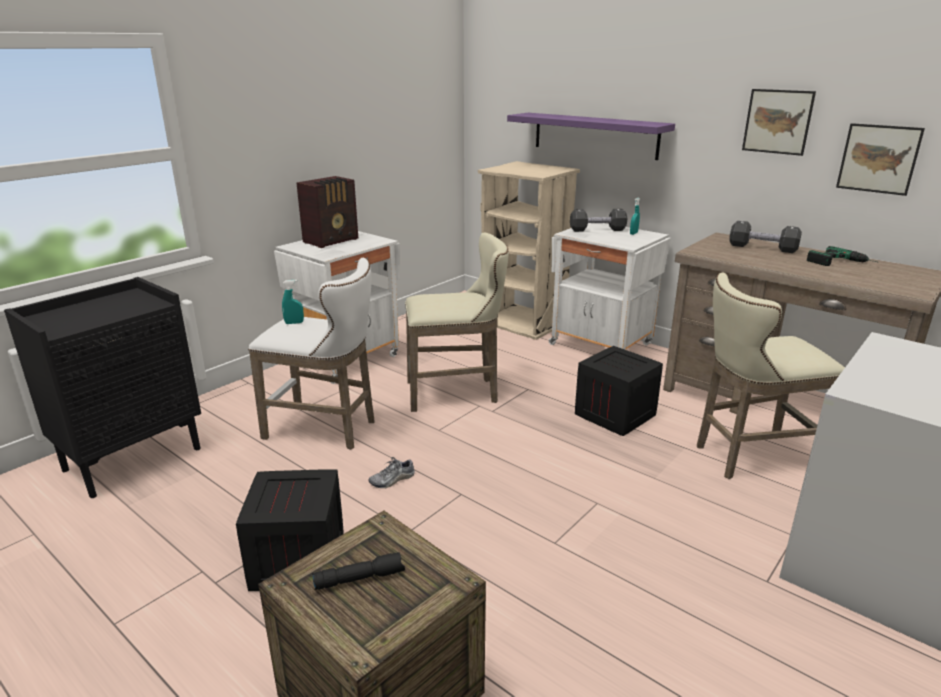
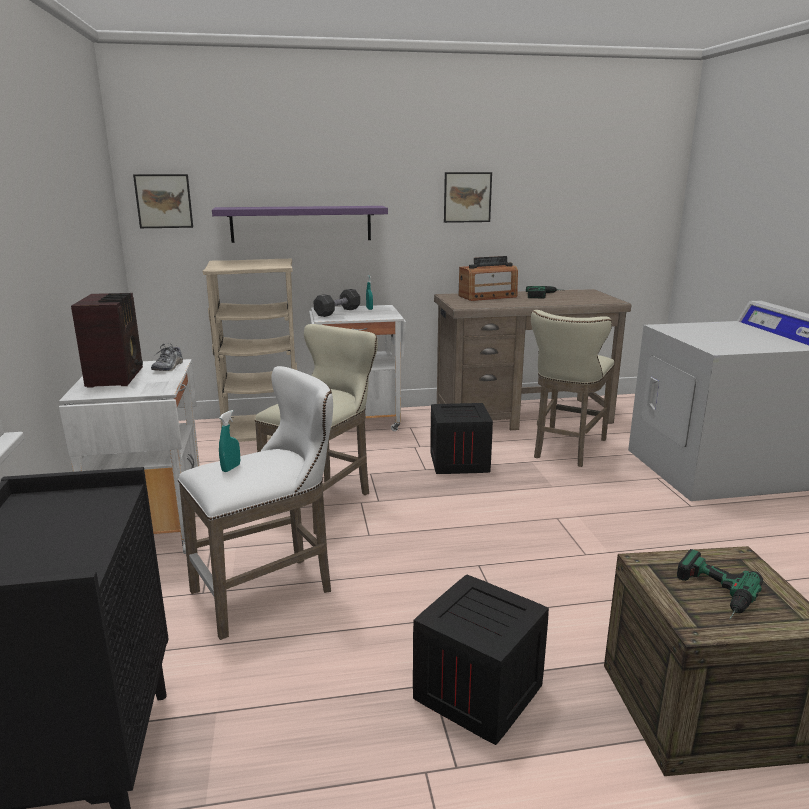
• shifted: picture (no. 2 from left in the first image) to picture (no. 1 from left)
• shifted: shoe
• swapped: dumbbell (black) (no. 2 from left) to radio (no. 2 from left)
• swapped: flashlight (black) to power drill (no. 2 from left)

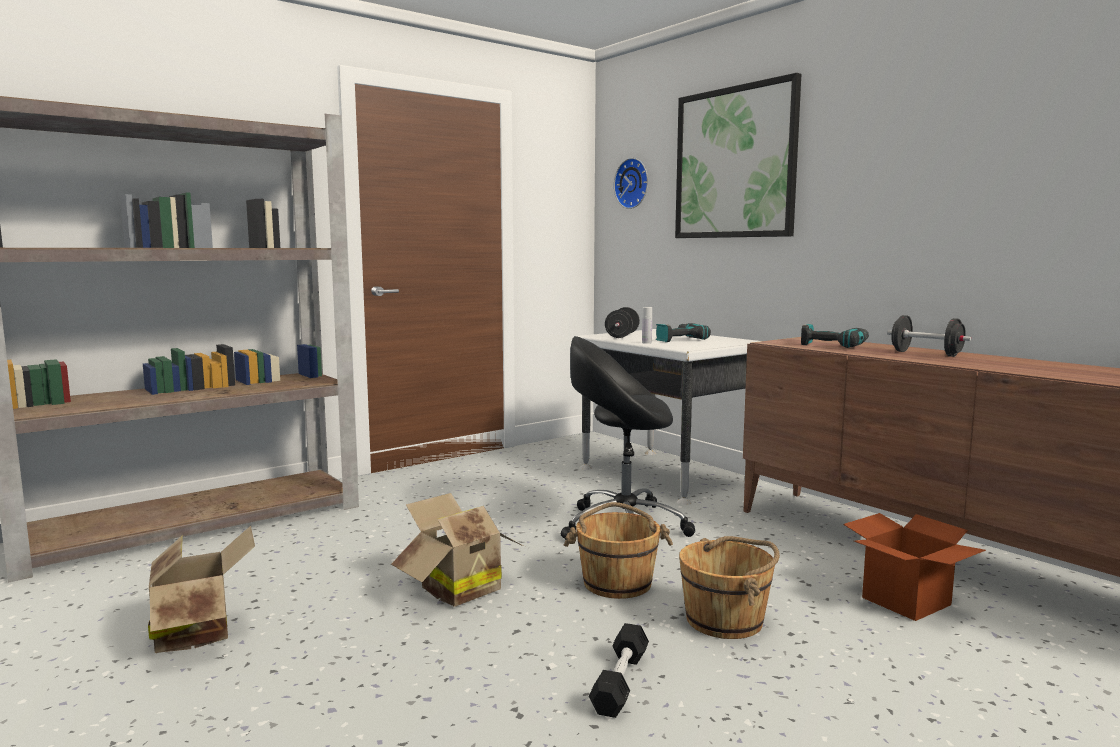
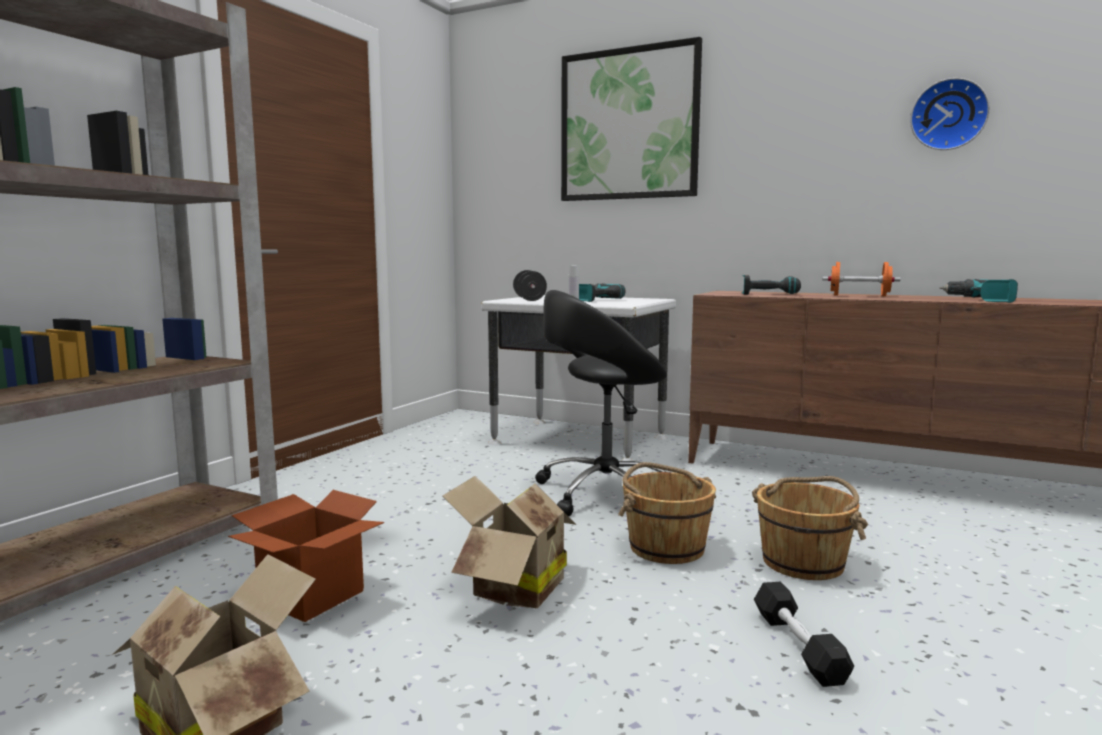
• shifted: cardboard box (no. 3 from left in the first image) to cardboard box (no. 2 from left)
• repainted: dumbbell (black) (no. 3 from left) to dumbbell (orange)
• shifted: wall clock
• new: power drill (no. 3 from left)

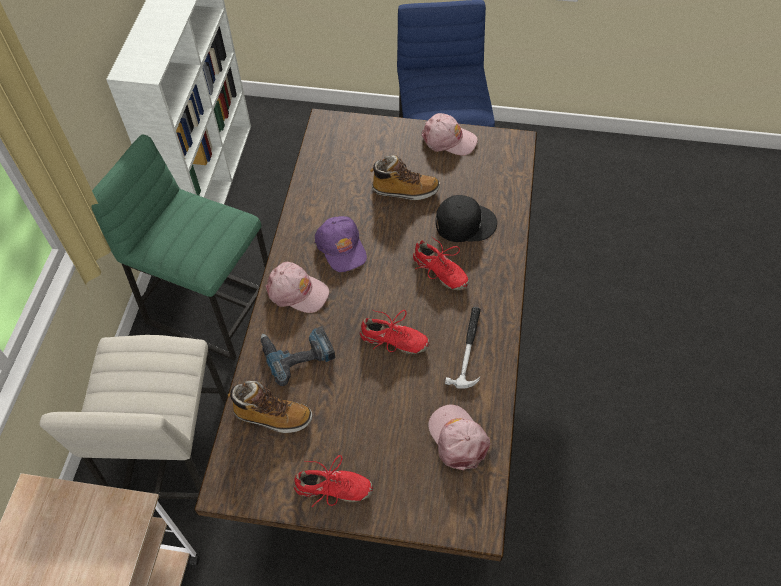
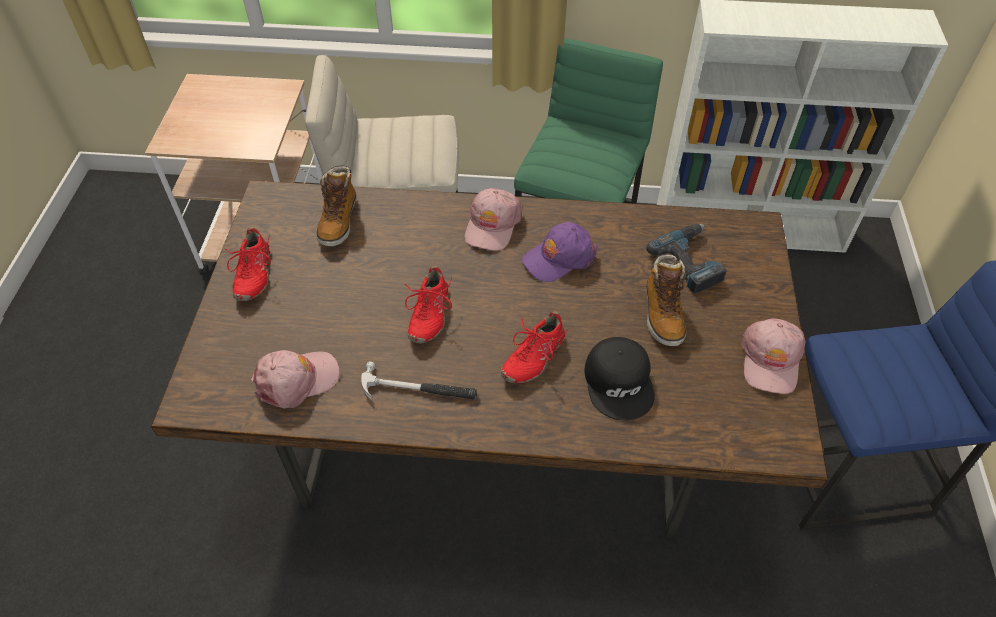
• shifted: power drill

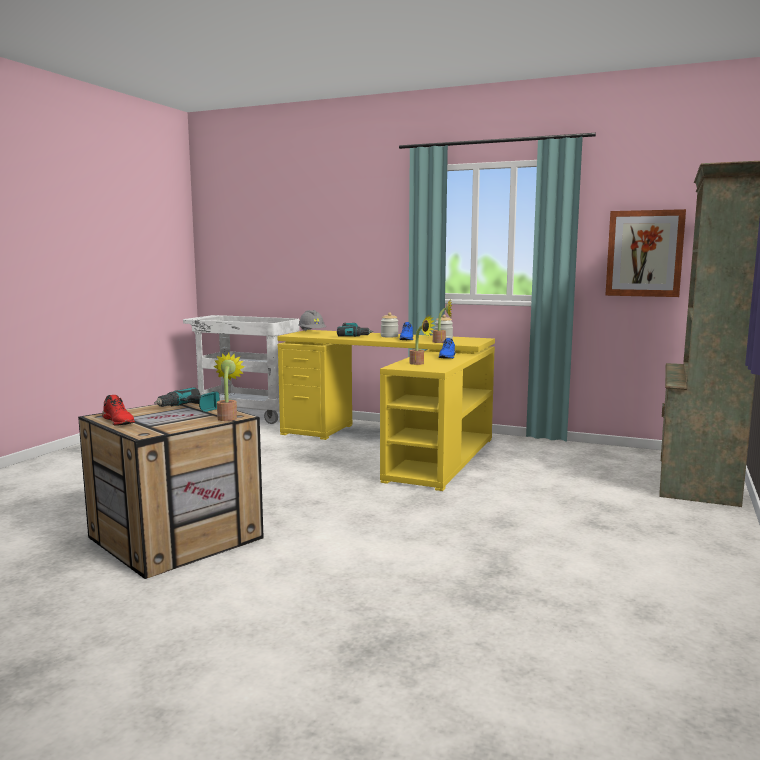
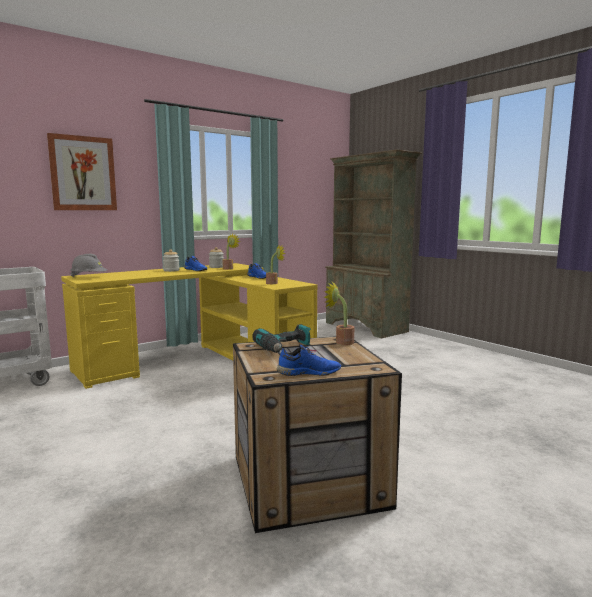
• shifted: picture
• repainted: shoe (red) to shoe (blue) (no. 3 from left)
• gone: power drill (no. 2 from left)

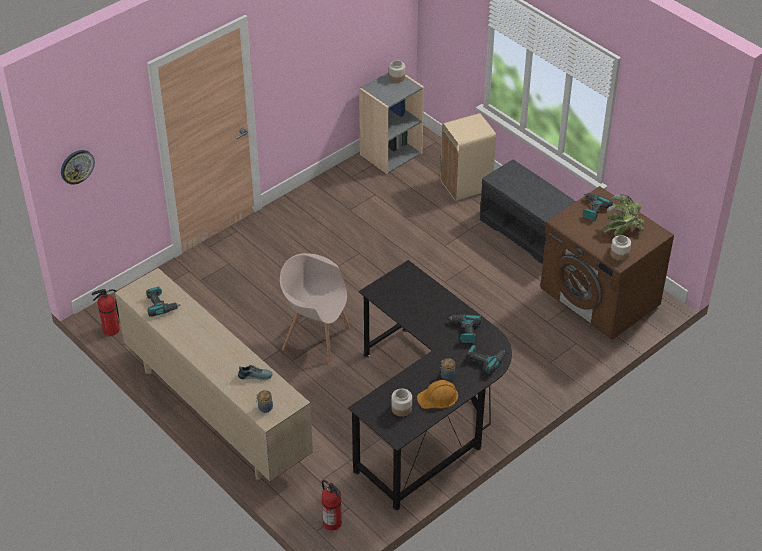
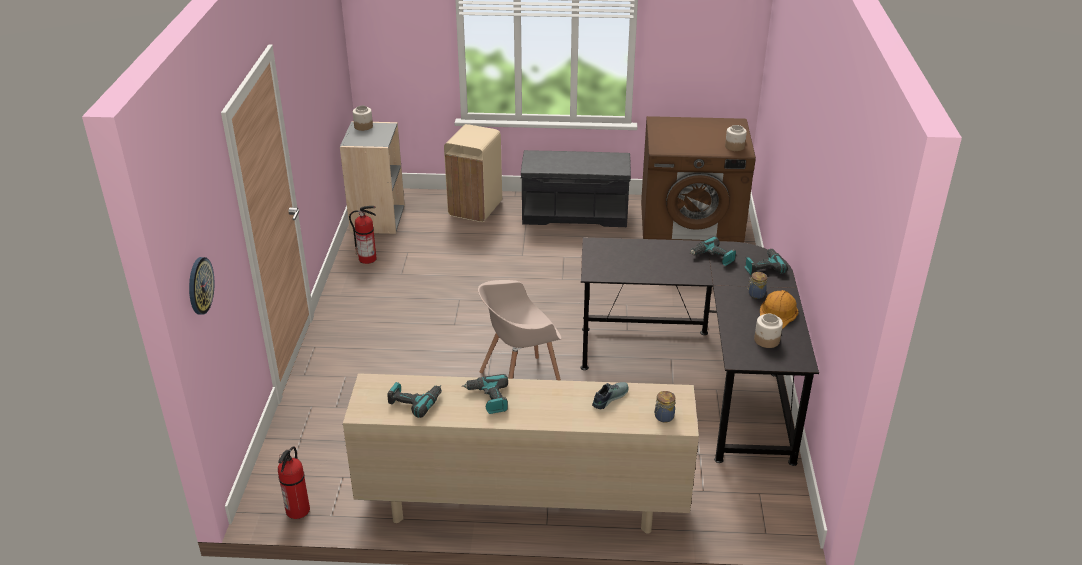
• shifted: fire extinguisher (no. 2 from left)
• shifted: power drill (no. 4 from left in the first image) to power drill (no. 2 from left)
• gone: potted plant

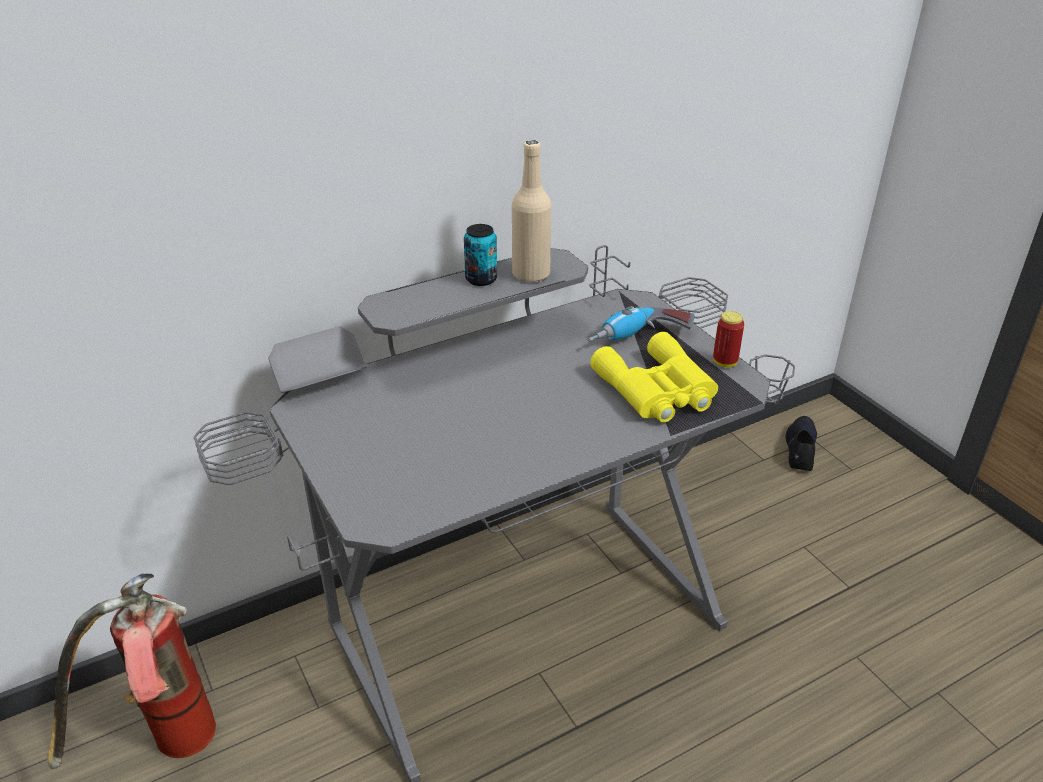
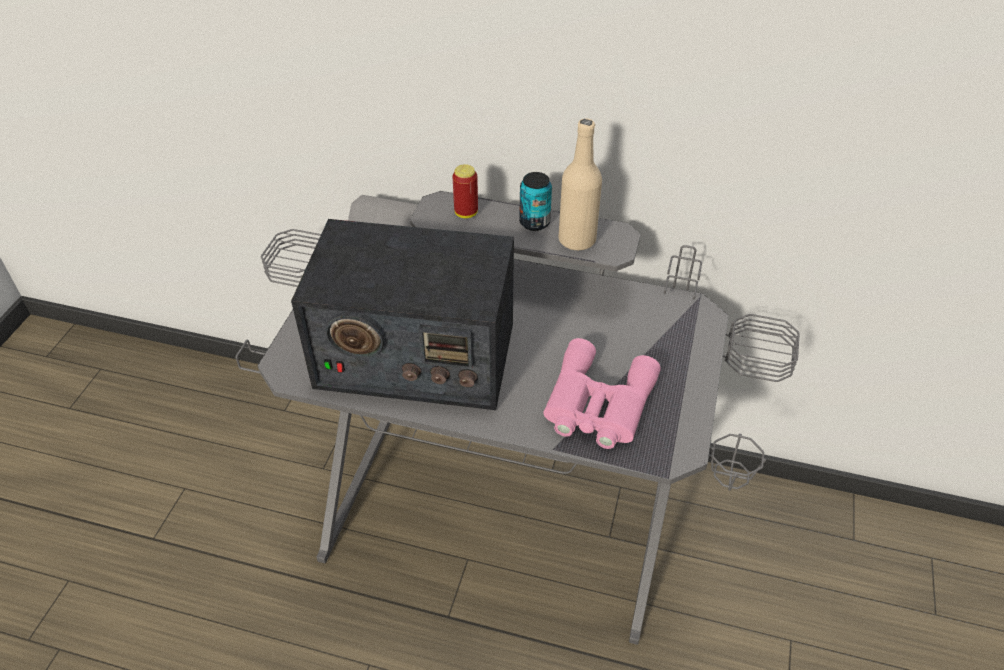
• new: radio
• shifted: can (no. 2 from left in the first image) to can (no. 1 from left)
• repainted: binoculars (yellow) to binoculars (pink)
• gone: fire extinguisher
• gone: power drill
• gone: shoe (black)

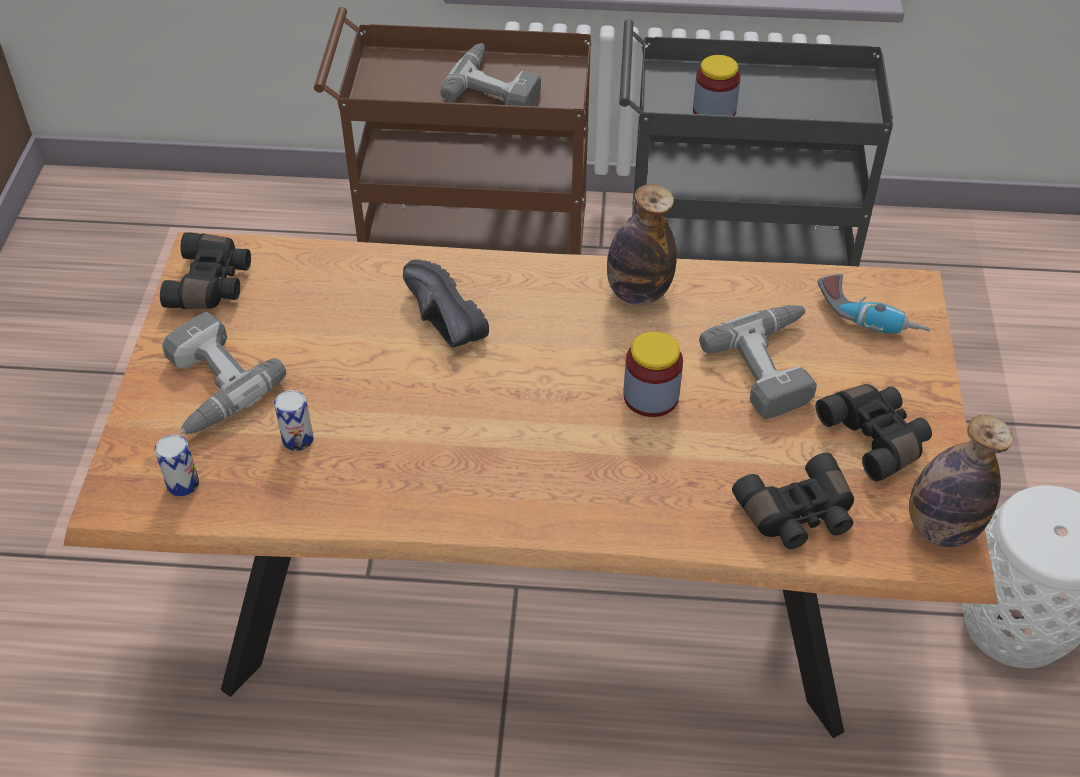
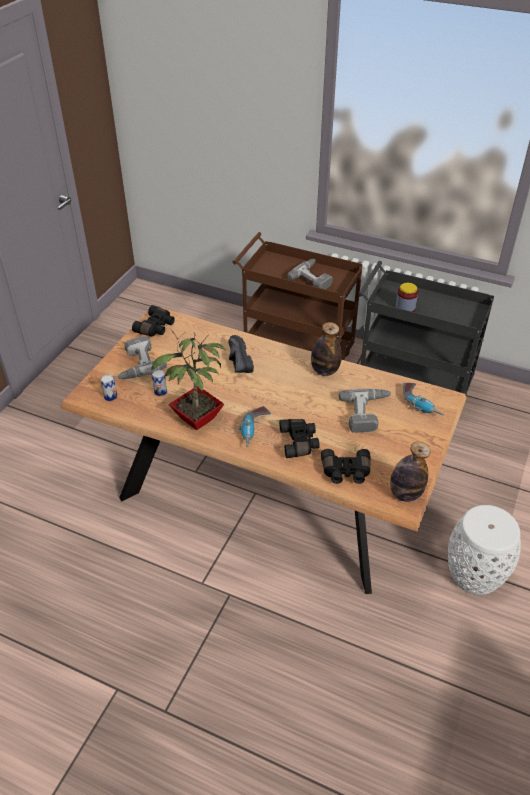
• new: potted plant
• new: power drill (no. 2 from left)
• shifted: binoculars (black) (no. 3 from left in the first image) to binoculars (black) (no. 2 from left)
• gone: jar (no. 1 from left)

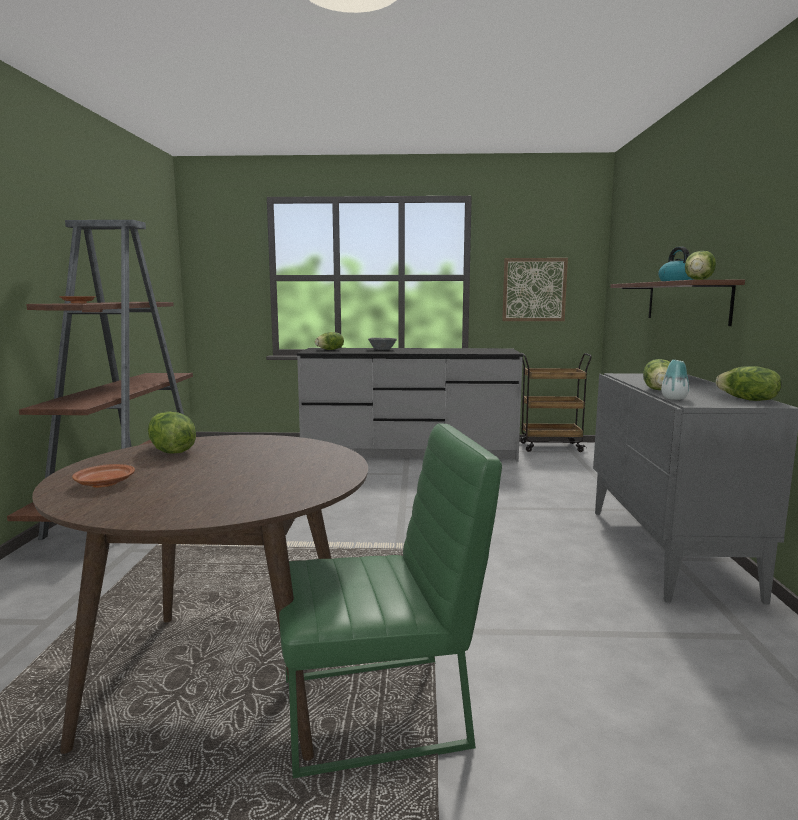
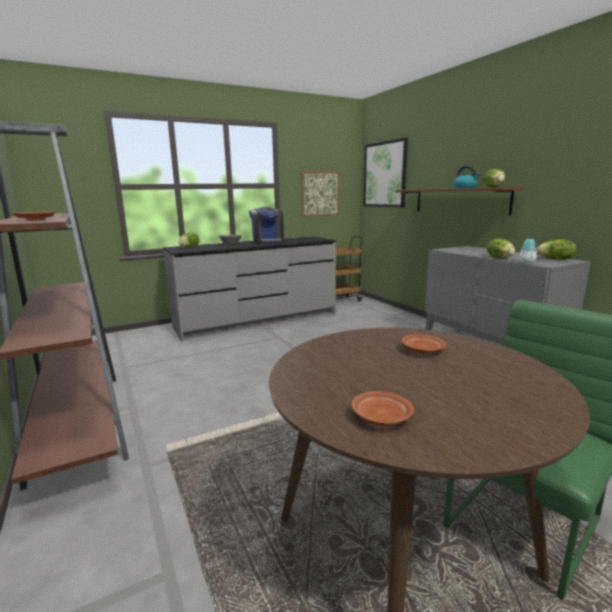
• new: coffee machine
• new: picture (no. 2 from left)
• new: plate (brown) (no. 3 from left)
• gone: lettuce (no. 1 from left)

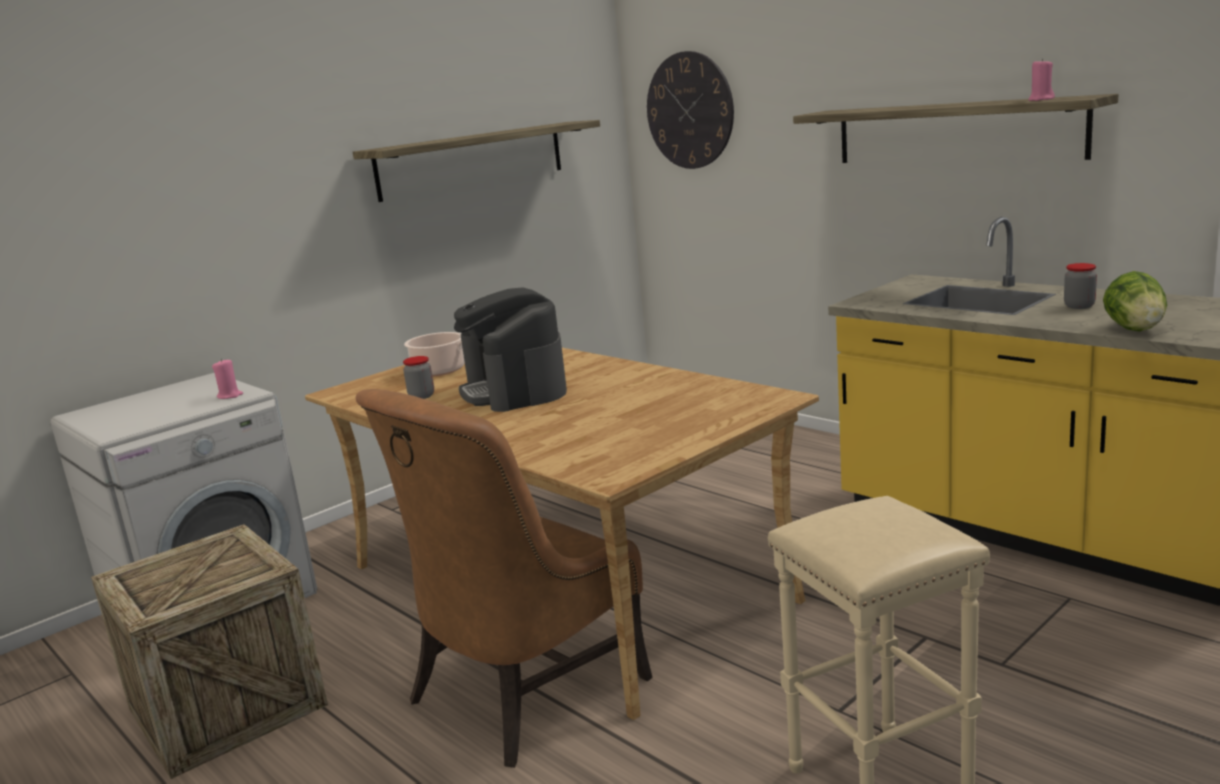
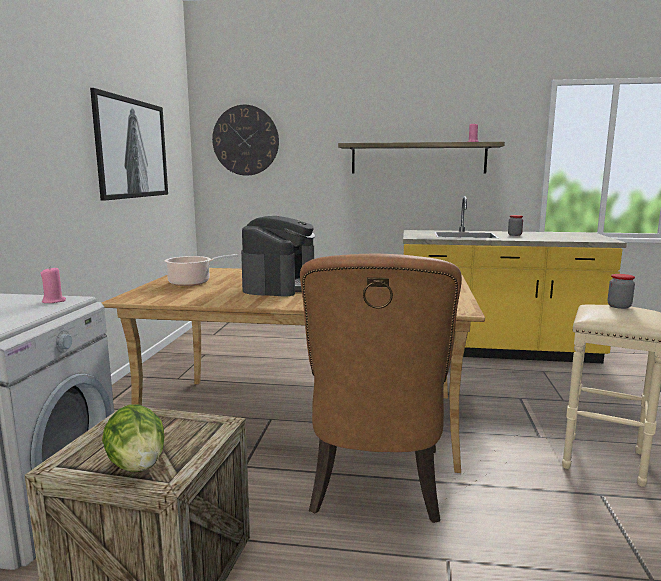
• swapped: shelf (no. 1 from left) to picture
• shifted: lettuce
• rotated: coffee machine 105 degrees counterclockwise
• shifted: jar (no. 1 from left in the first image) to jar (no. 2 from left)

